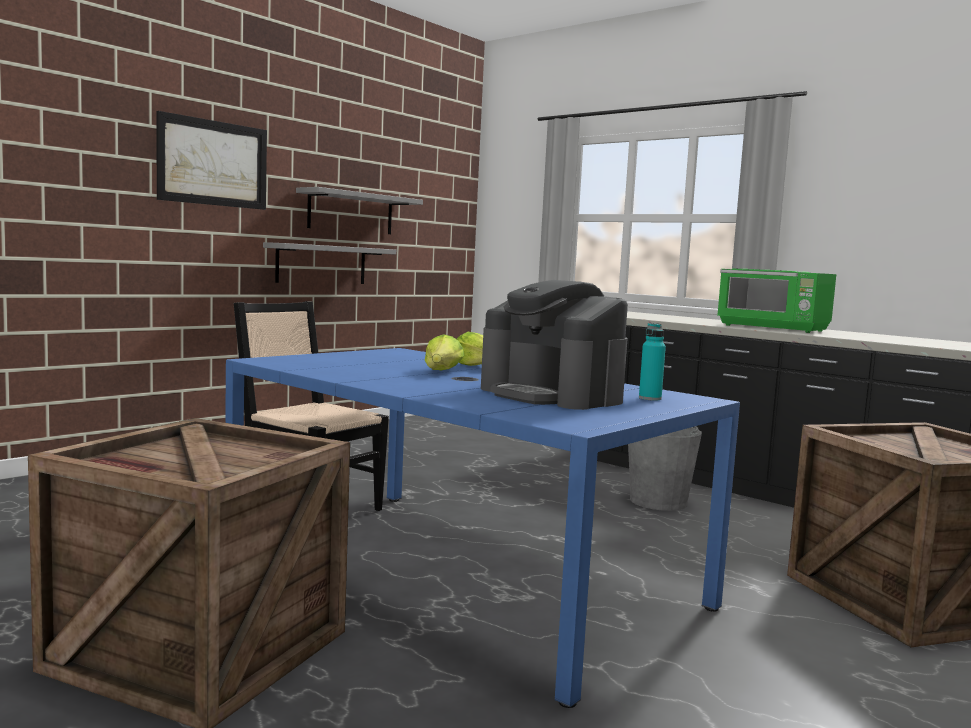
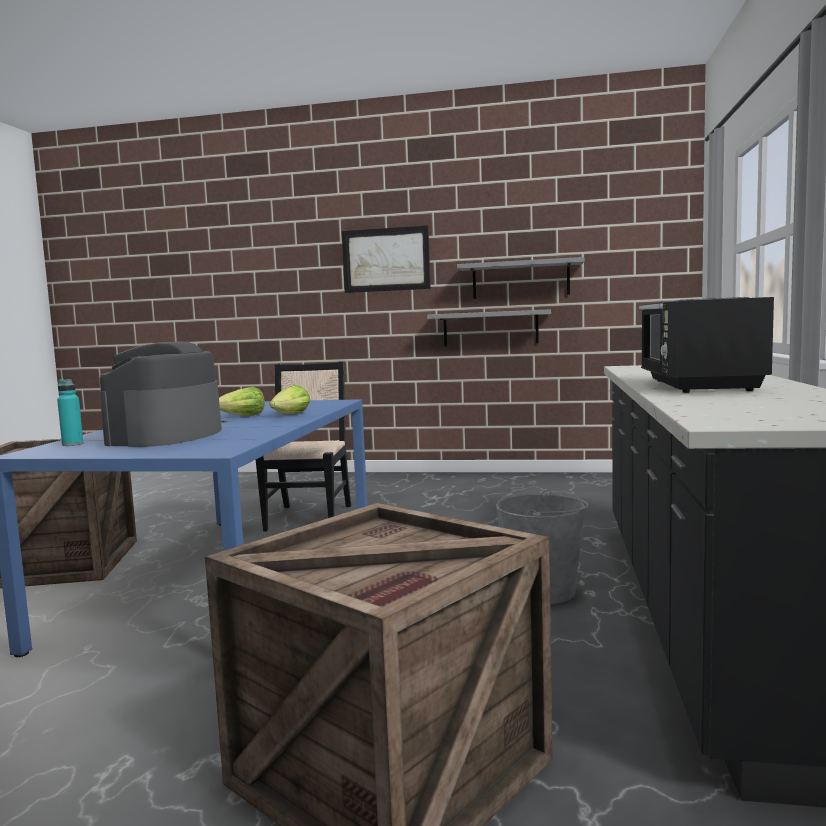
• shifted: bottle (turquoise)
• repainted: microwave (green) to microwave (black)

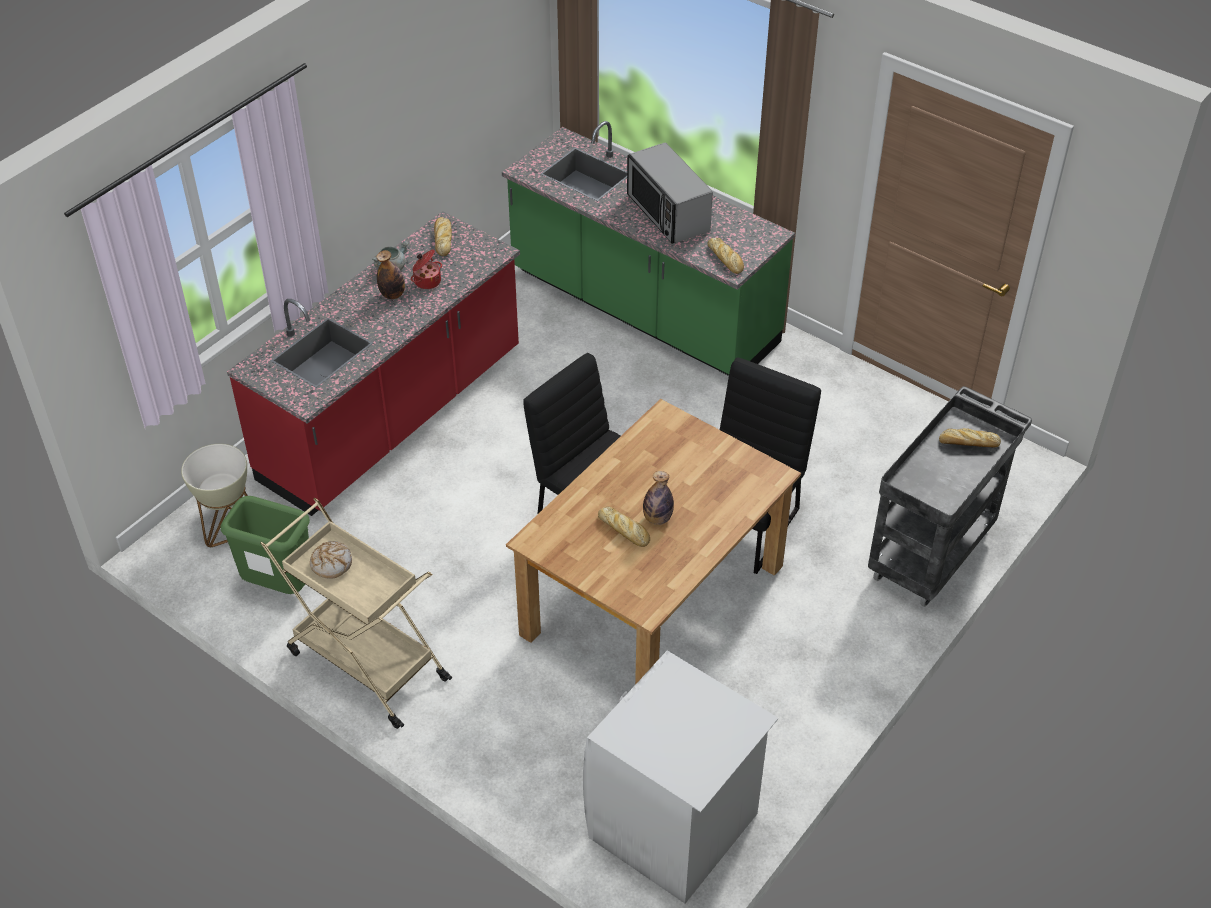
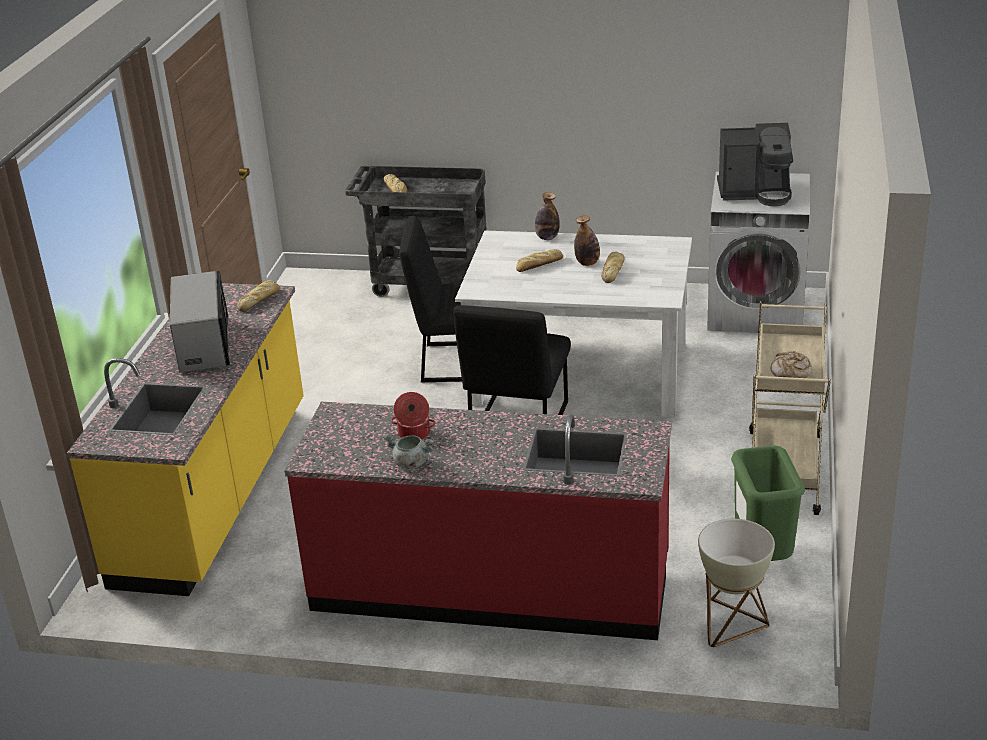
• repainted: counter (green) to counter (yellow)
• rotated: microwave 45 degrees counterclockwise
• repainted: dining table (brown) to dining table (white)
• shifted: bread (no. 2 from left in the first image) to bread (no. 3 from left)
• shifted: bottle (no. 1 from left)
• new: coffee machine

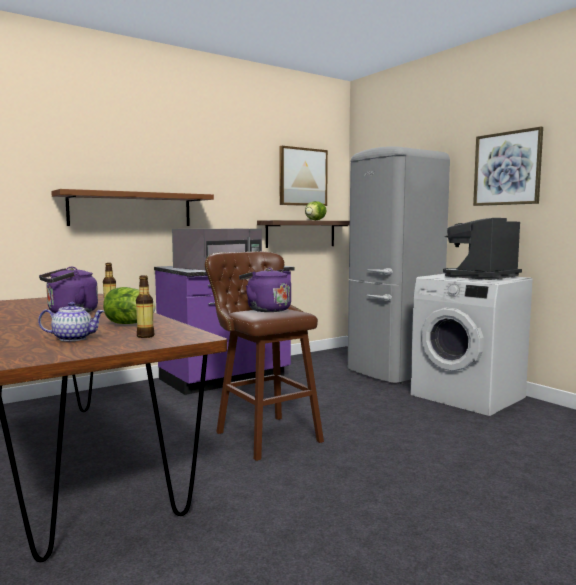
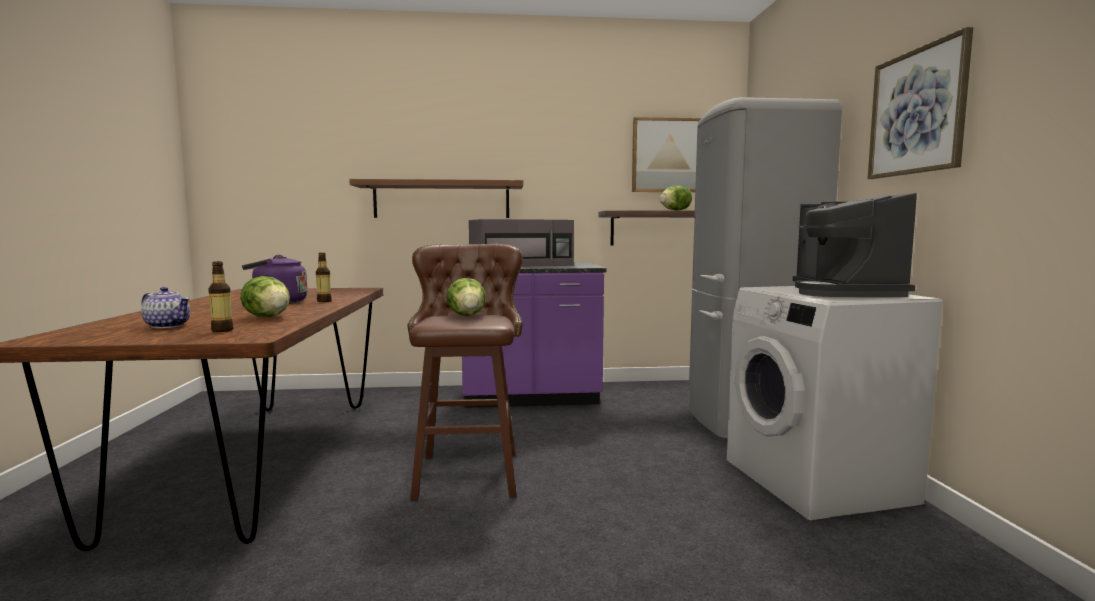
• swapped: kettle (purple) (no. 2 from left) to lettuce (no. 2 from left)
• rotated: coffee machine 75 degrees counterclockwise

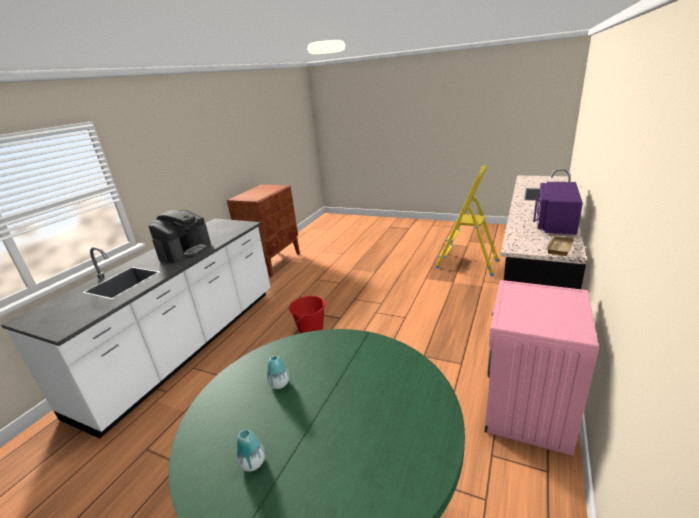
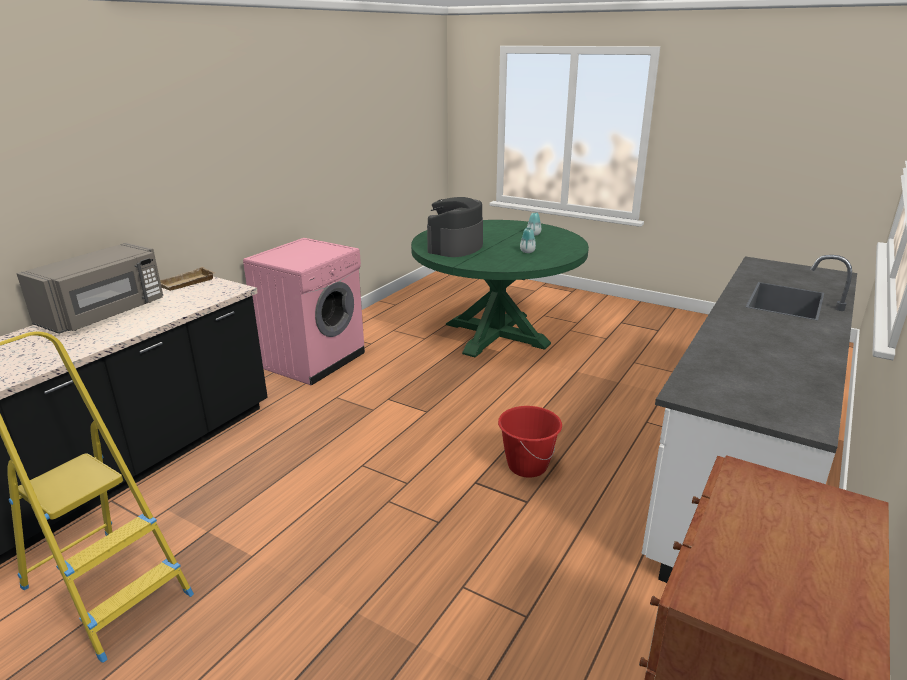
• repainted: microwave (purple) to microwave (grey)
• shifted: coffee machine

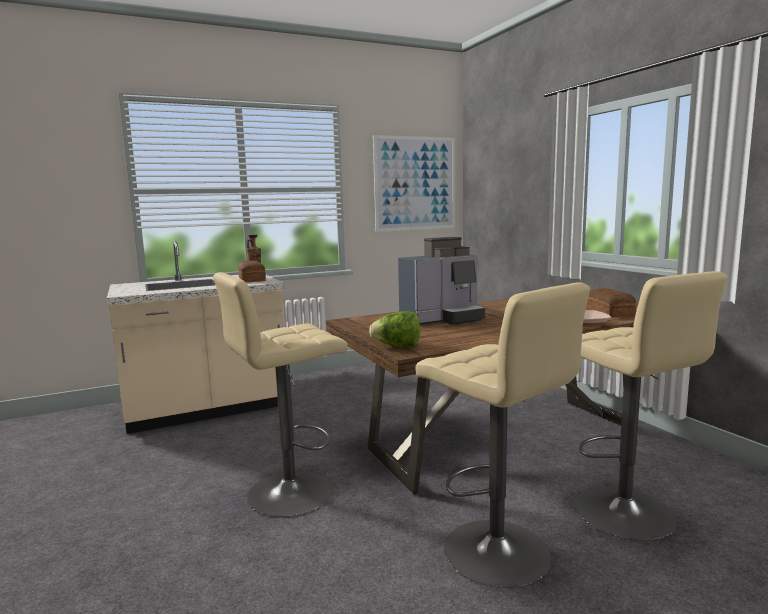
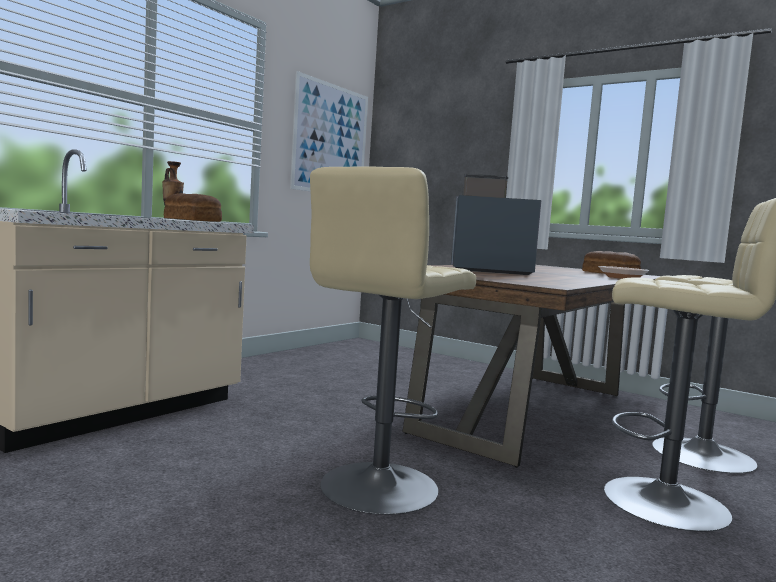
• rotated: coffee machine 120 degrees counterclockwise
• gone: lettuce

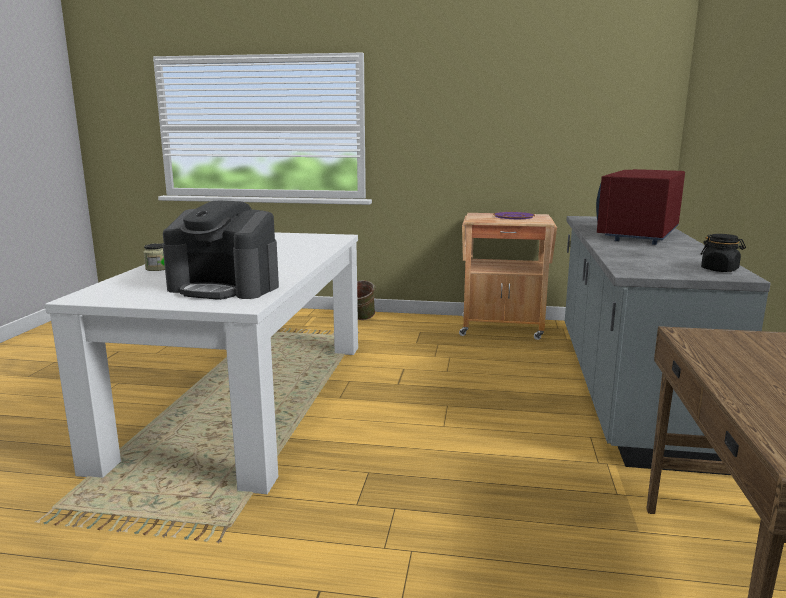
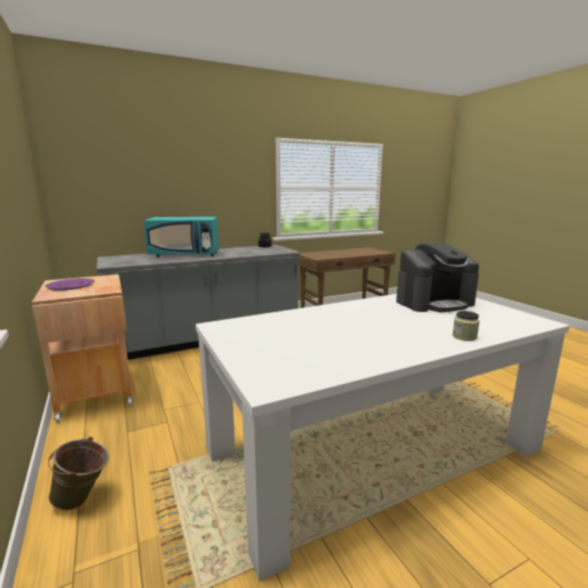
• repainted: microwave (red) to microwave (turquoise)
• rotated: coffee machine 90 degrees clockwise

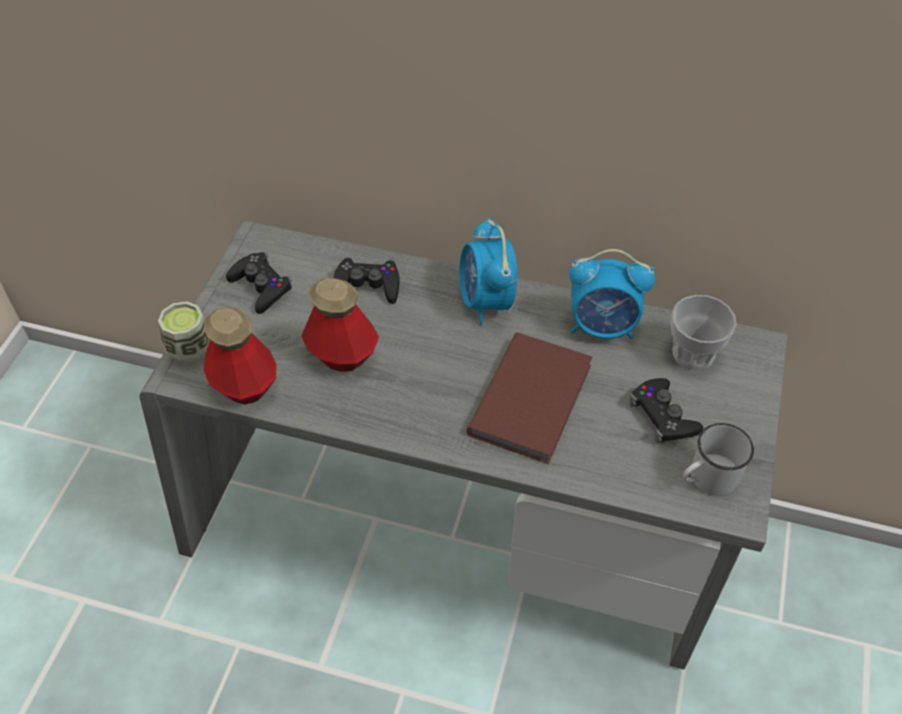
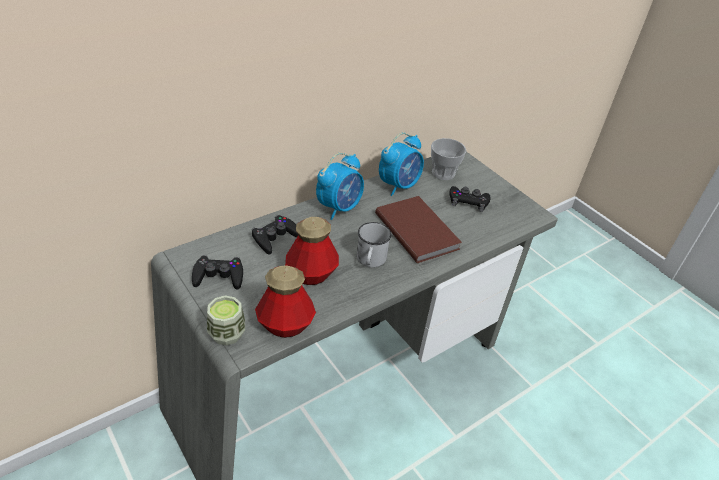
• rotated: alarm clock (no. 1 from left) 75 degrees counterclockwise
• shifted: mug (white)

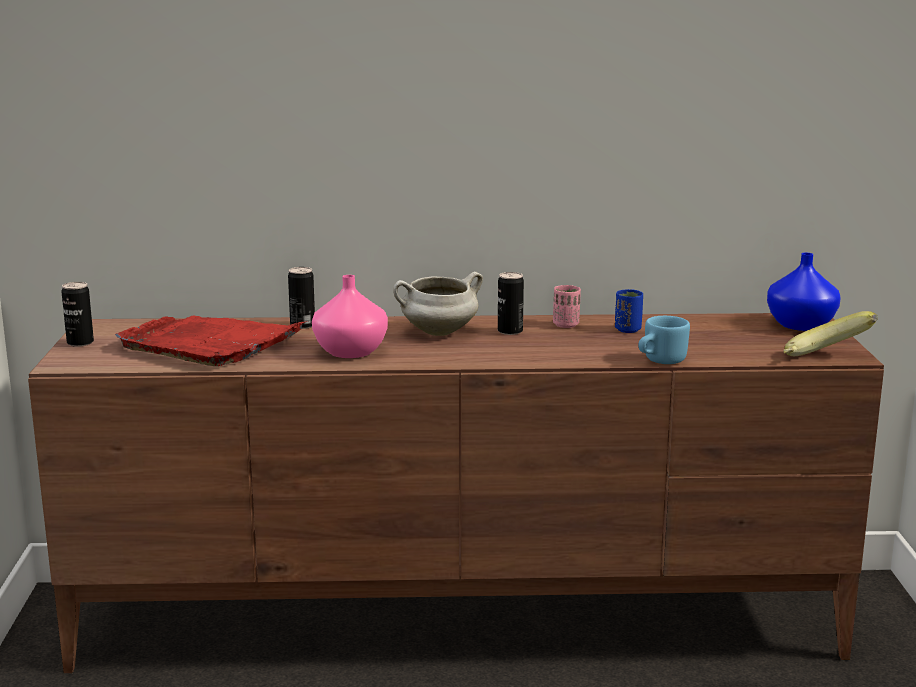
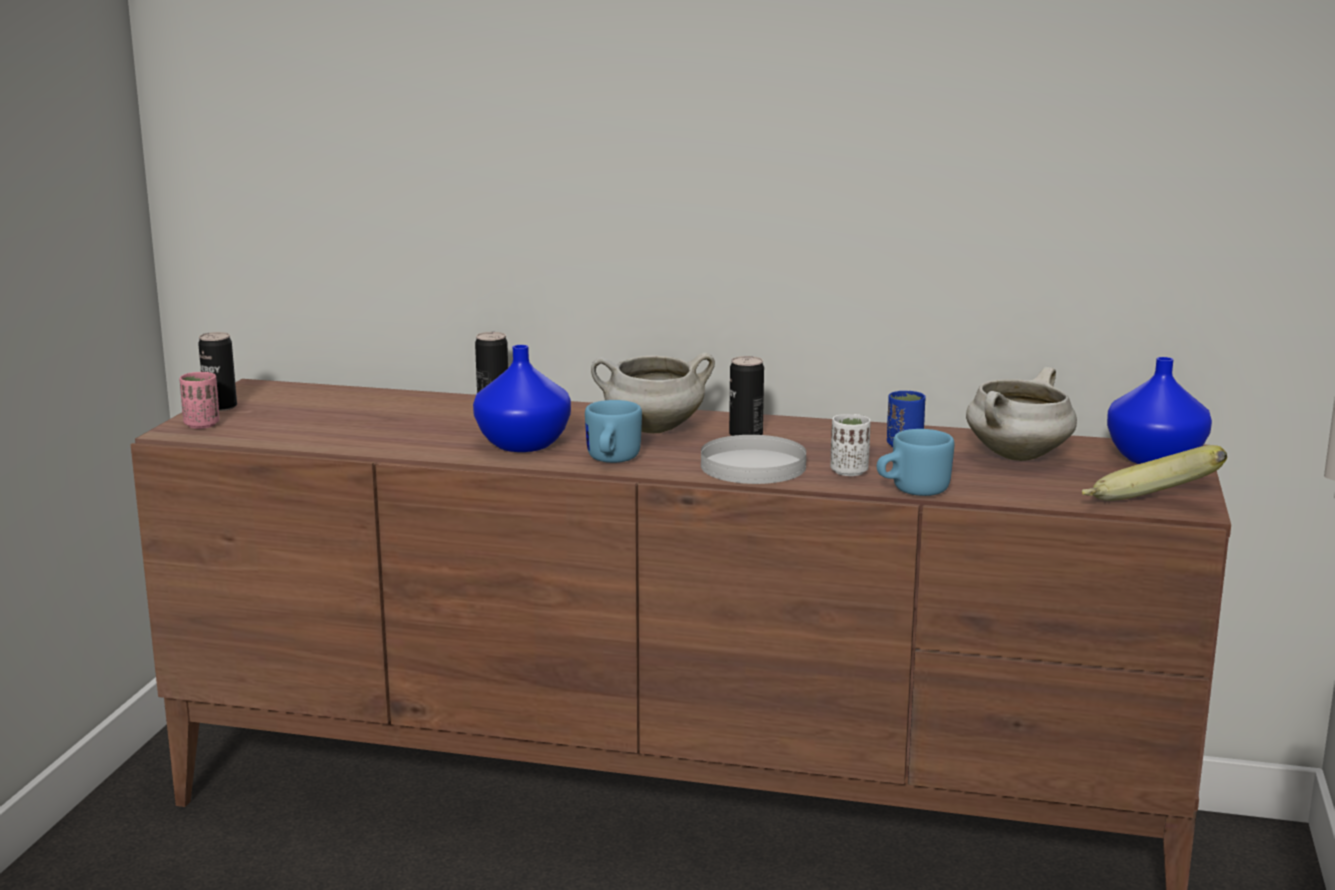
• shifted: cup (pink)
• repainted: vase (pink) to vase (blue) (no. 1 from left)
• new: mug (blue) (no. 1 from left)
• new: plate (white)
• new: cup (white)
• new: cooking pot (white) (no. 2 from left)
• gone: tray (red)

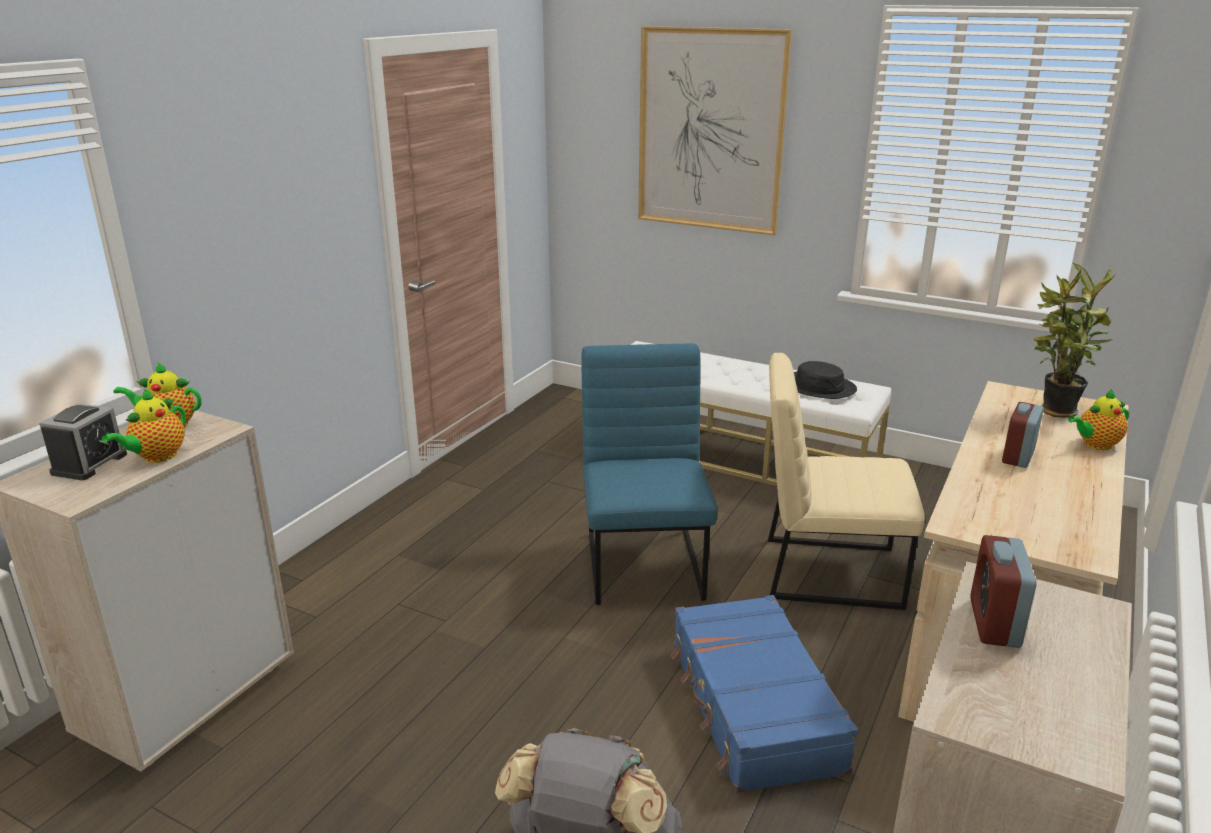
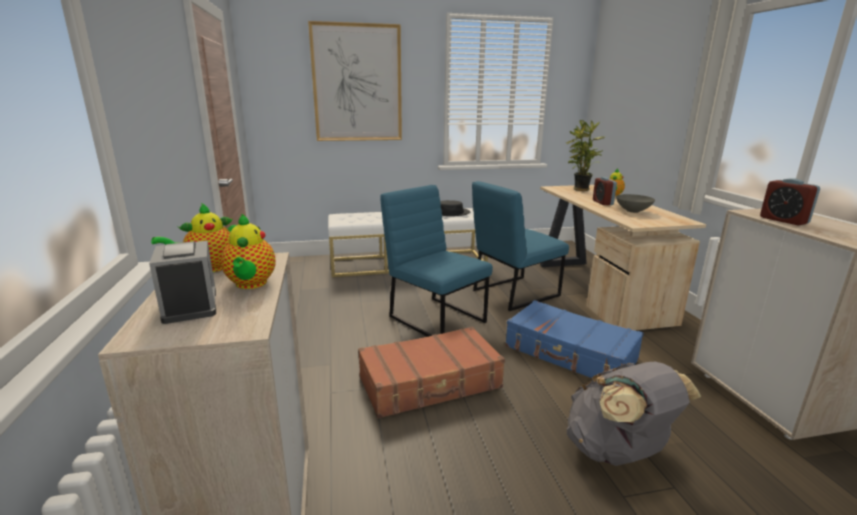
• new: suitcase (brown)
• repainted: chair (beige) to chair (blue) (no. 2 from left)
• new: bowl (grey)

